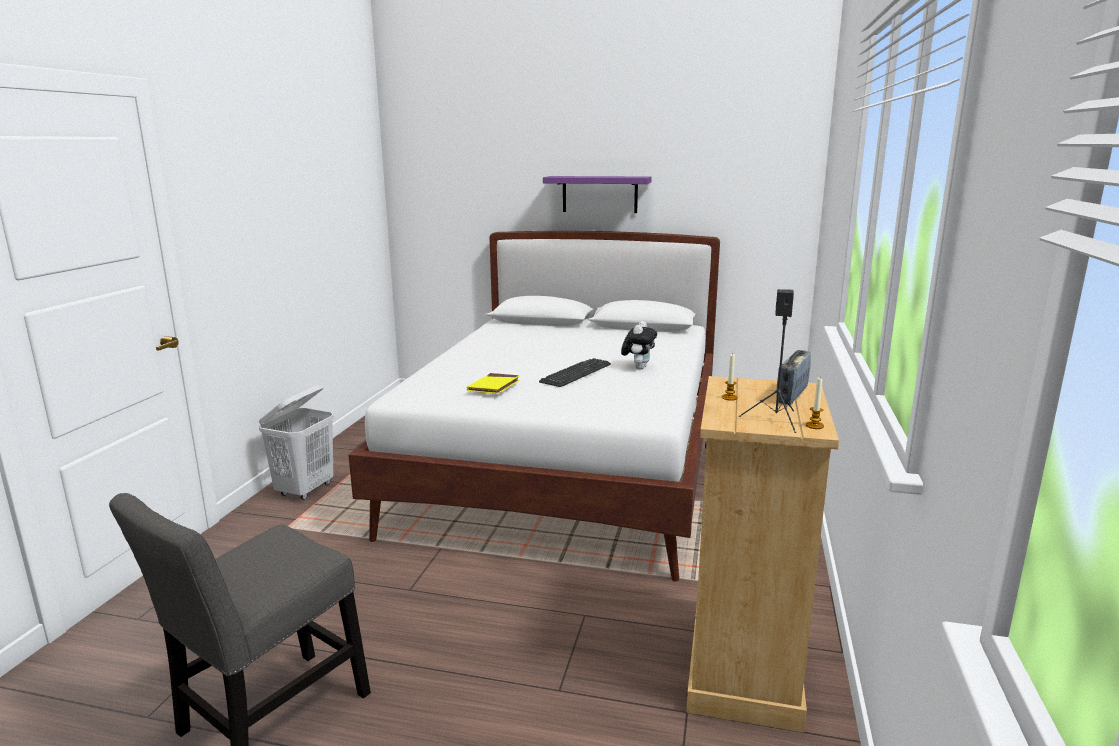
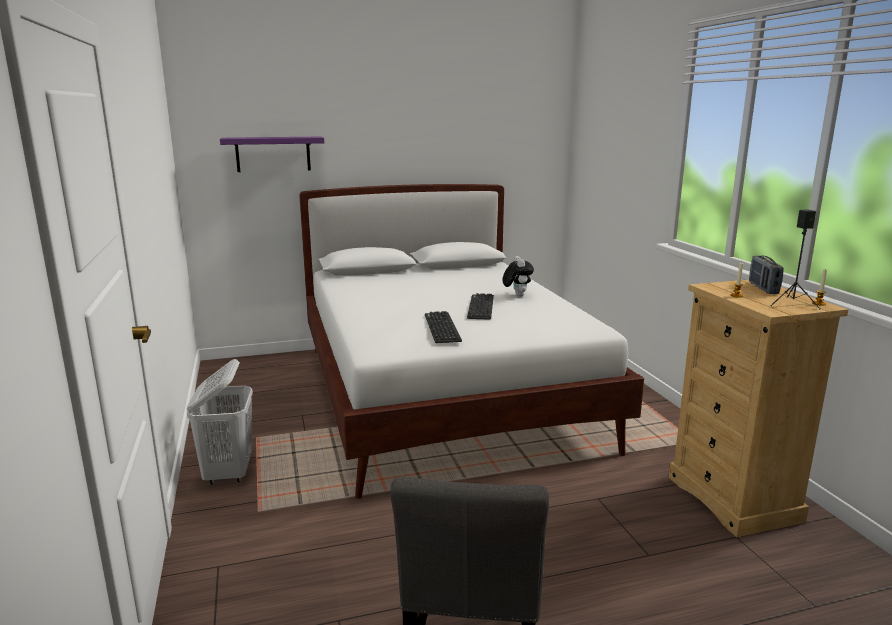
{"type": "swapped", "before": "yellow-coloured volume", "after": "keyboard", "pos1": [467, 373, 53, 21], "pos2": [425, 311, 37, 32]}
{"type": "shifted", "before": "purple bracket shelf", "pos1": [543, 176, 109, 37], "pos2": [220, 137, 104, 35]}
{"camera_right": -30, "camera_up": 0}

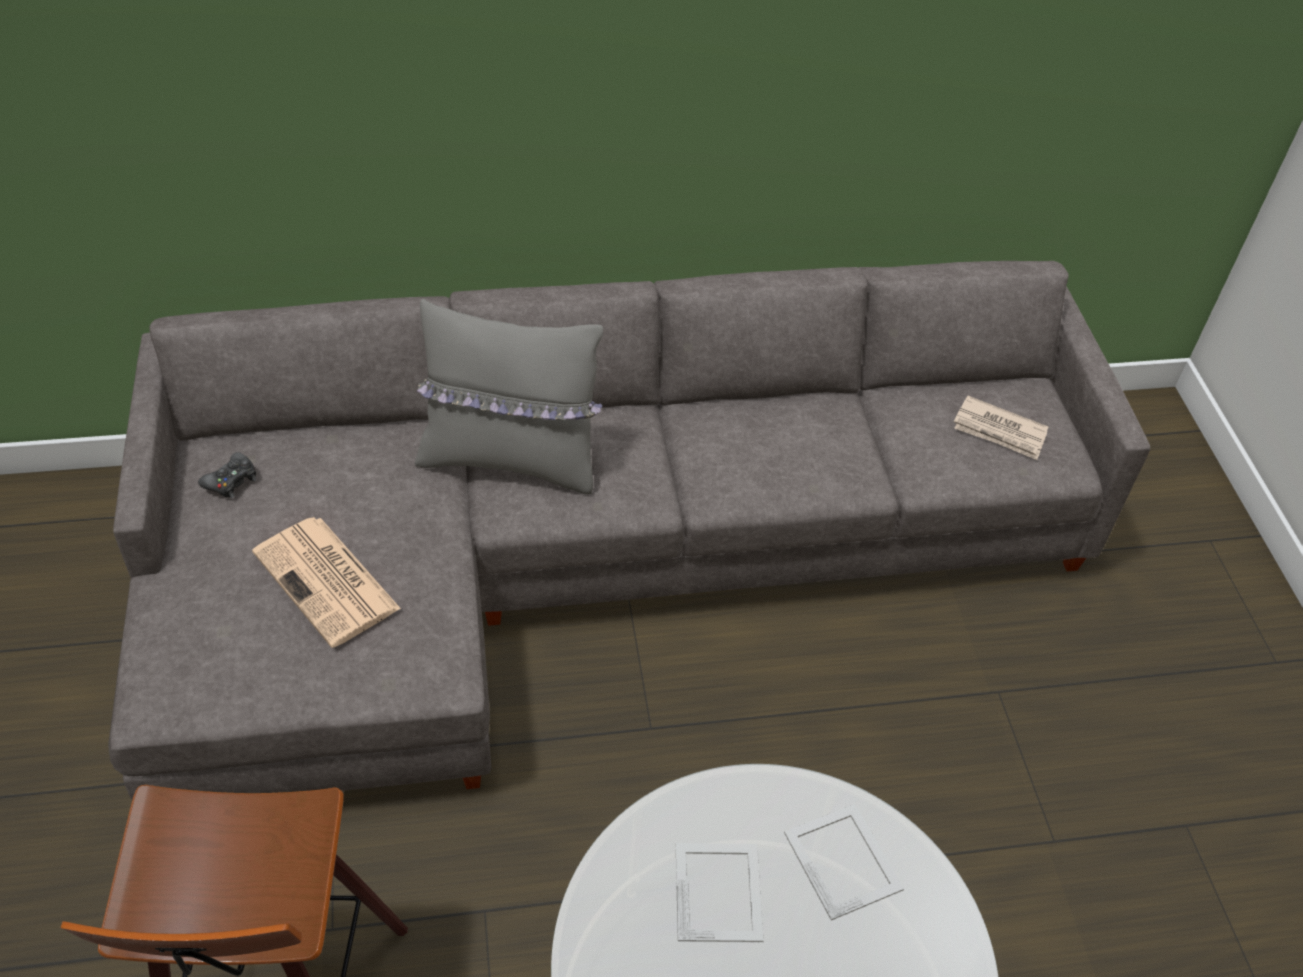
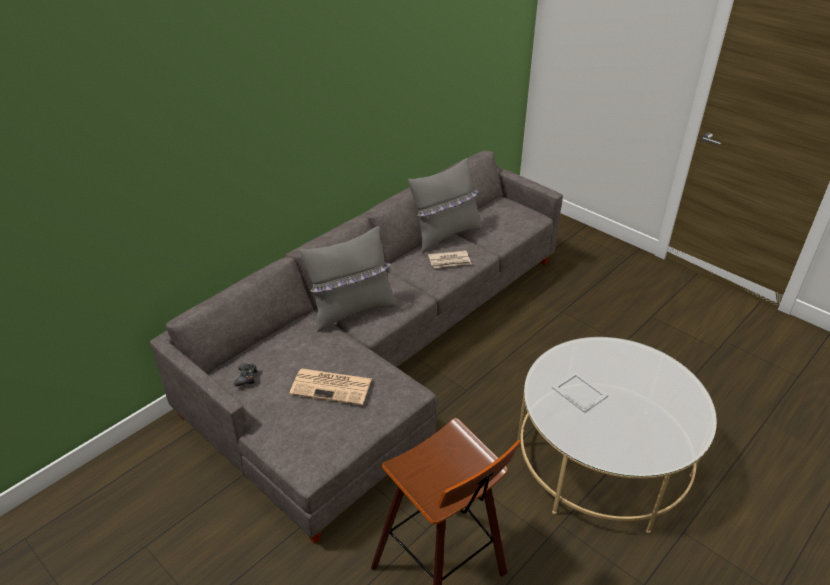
{"type": "gone", "before": "photo frame", "pos1": [784, 804, 120, 116]}
{"type": "shifted", "before": "newspaper", "pos1": [954, 396, 94, 64], "pos2": [428, 250, 44, 18]}
{"type": "new", "after": "greyish pillow", "pos2": [408, 158, 74, 95]}
{"camera_right": -35, "camera_up": -10}

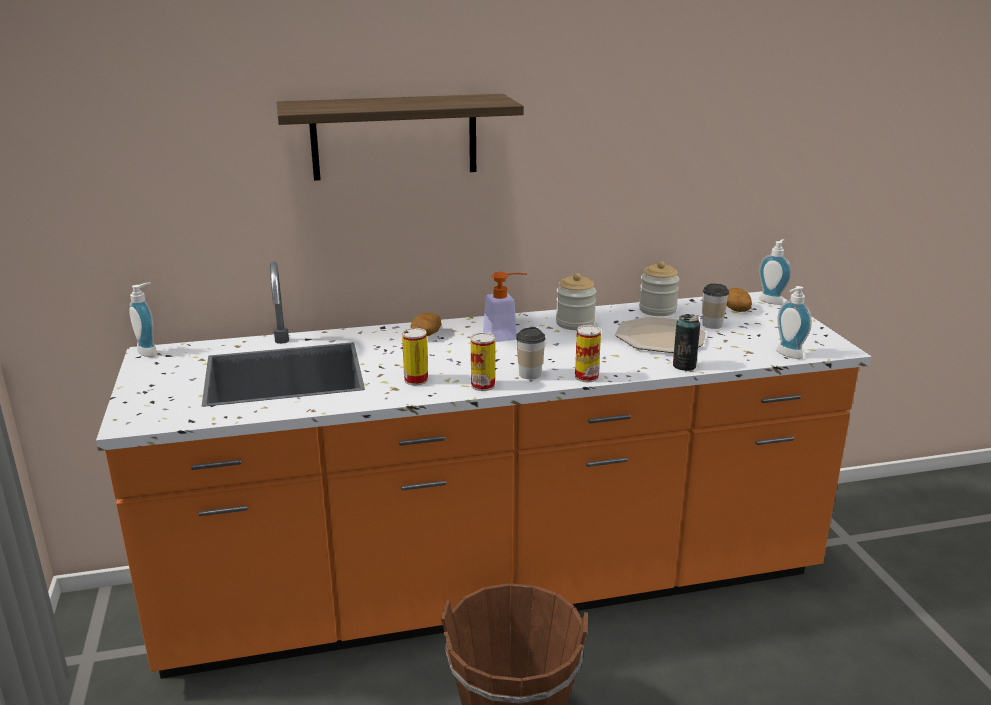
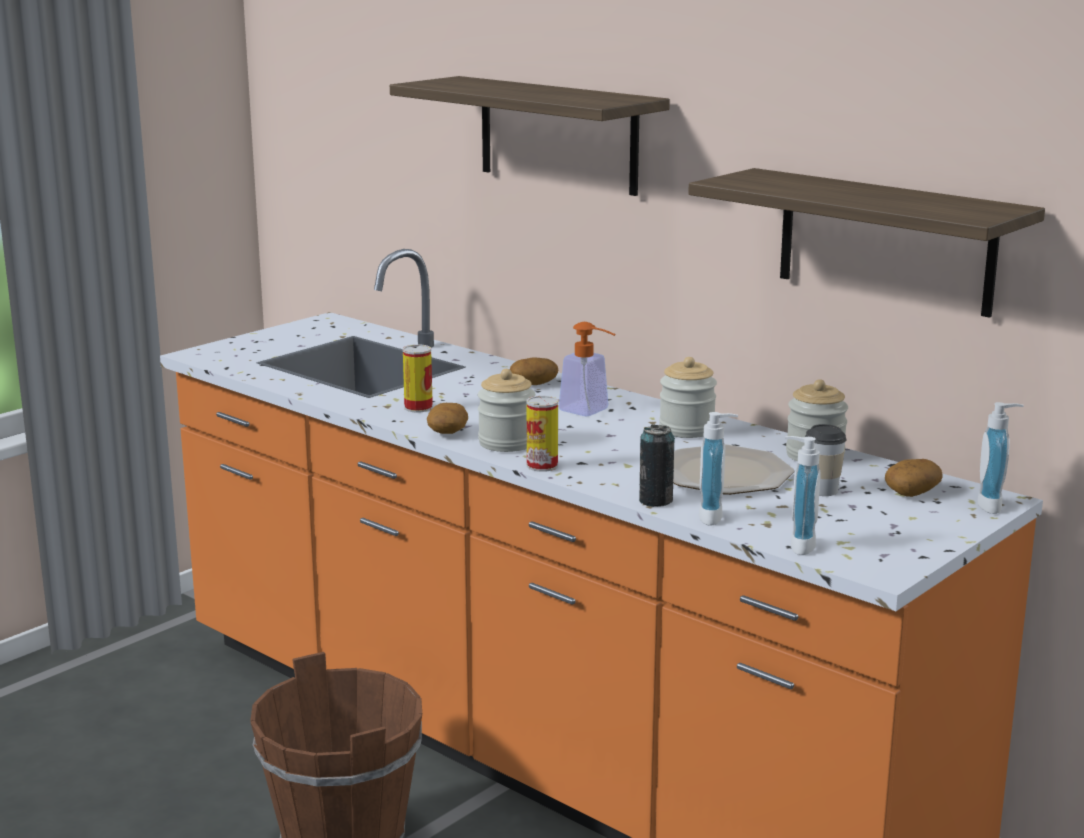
{"type": "shifted", "before": "soap bottle", "pos1": [129, 282, 28, 75], "pos2": [699, 412, 39, 114]}
{"type": "swapped", "before": "metal can", "after": "spud", "pos1": [471, 333, 24, 58], "pos2": [427, 403, 41, 31]}
{"type": "swapped", "before": "drinking cup", "after": "jar", "pos1": [516, 327, 29, 52], "pos2": [478, 369, 57, 83]}
{"type": "new", "after": "bracket shelf", "pos2": [688, 168, 357, 150]}
{"camera_right": 55, "camera_up": -5}

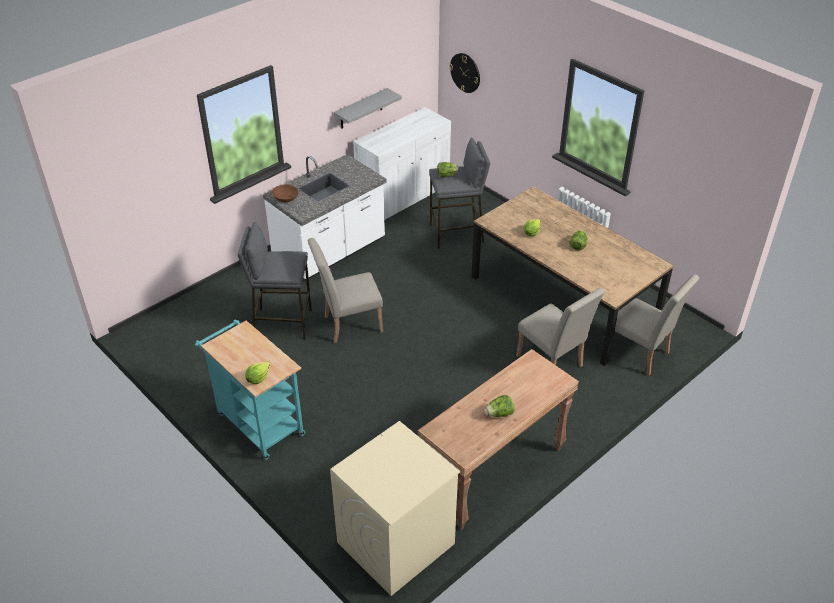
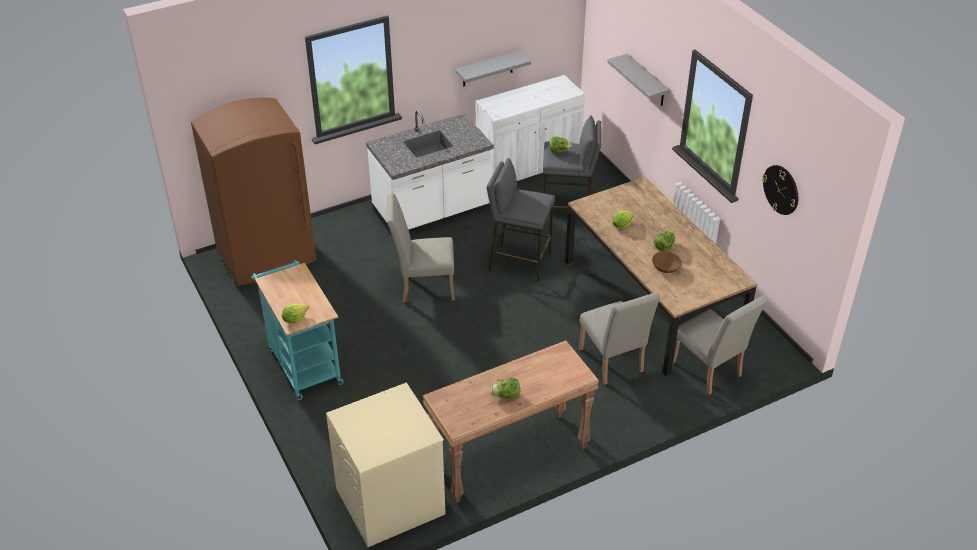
{"type": "shifted", "before": "greyish sitting stool", "pos1": [238, 222, 74, 118], "pos2": [486, 158, 69, 125]}
{"type": "shifted", "before": "brown-coloured serving bowl", "pos1": [272, 184, 26, 19], "pos2": [652, 251, 30, 22]}
{"type": "shifted", "before": "wall clock", "pos1": [449, 53, 31, 40], "pos2": [762, 165, 36, 50]}
{"type": "new", "after": "brown-coloured refrigerator", "pos2": [191, 98, 125, 188]}
{"type": "new", "after": "greyish bracket shelf", "pos2": [607, 54, 63, 52]}
{"camera_right": 15, "camera_up": 0}

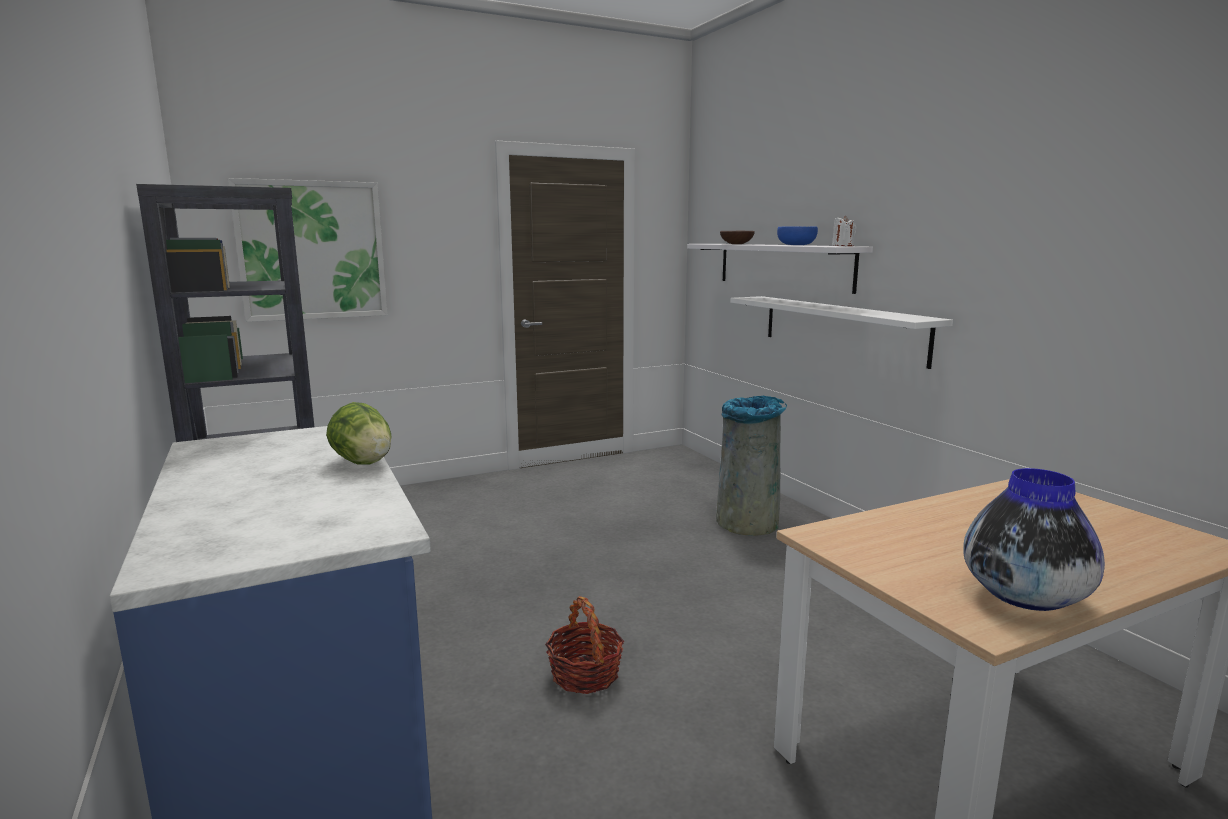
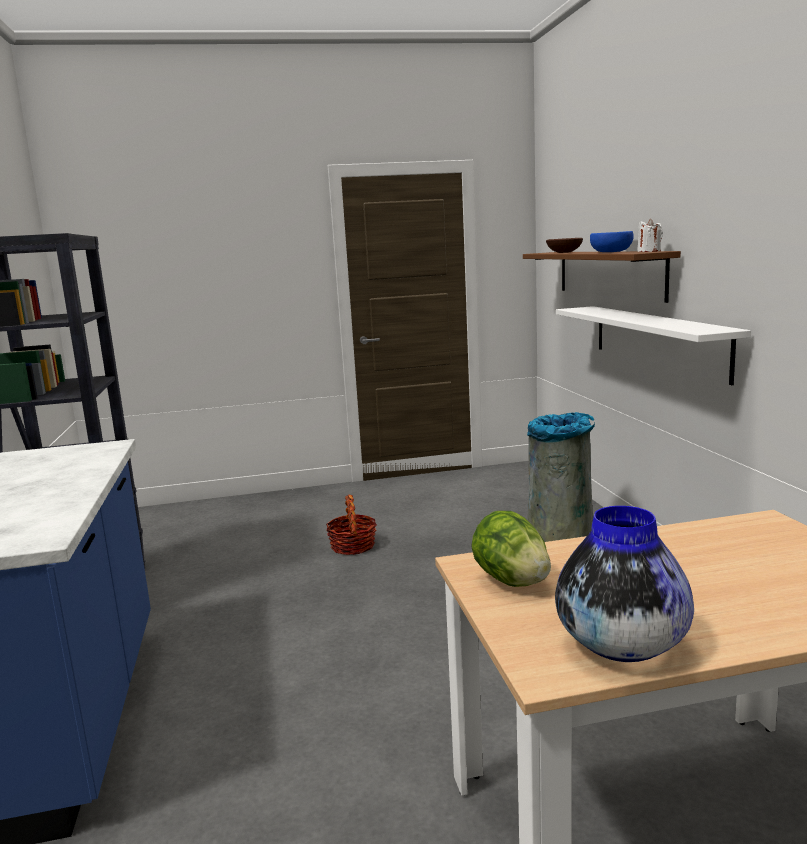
{"type": "gone", "before": "wall picture", "pos1": [228, 178, 160, 144]}
{"type": "shifted", "before": "head of lettuce", "pos1": [326, 402, 65, 63], "pos2": [472, 511, 79, 76]}
{"type": "shifted", "before": "basket", "pos1": [545, 596, 79, 98], "pos2": [326, 495, 51, 60]}
{"type": "repainted", "before": "whitish bracket shelf", "after": "brown-coloured bracket shelf", "pos1": [687, 244, 186, 50], "pos2": [523, 251, 158, 52]}
{"camera_right": 15, "camera_up": 0}

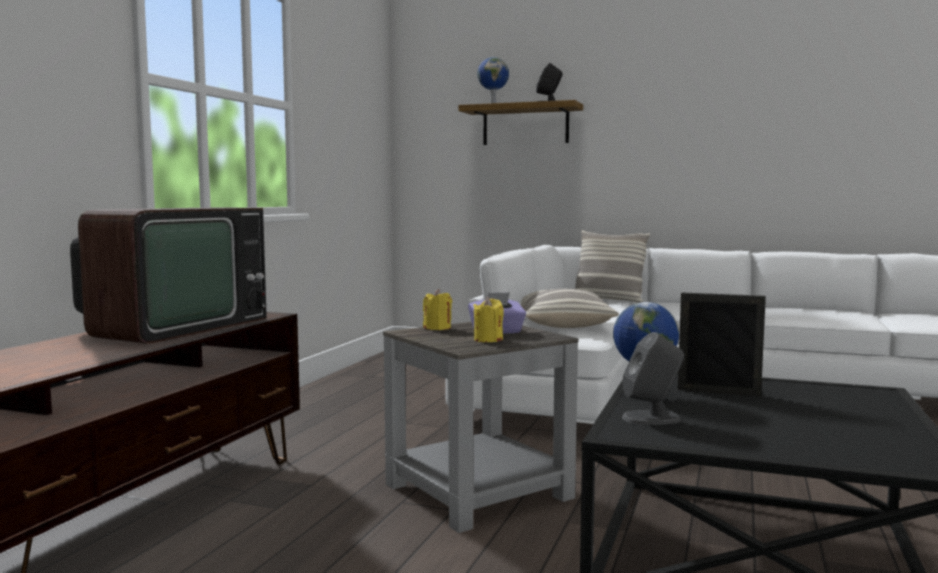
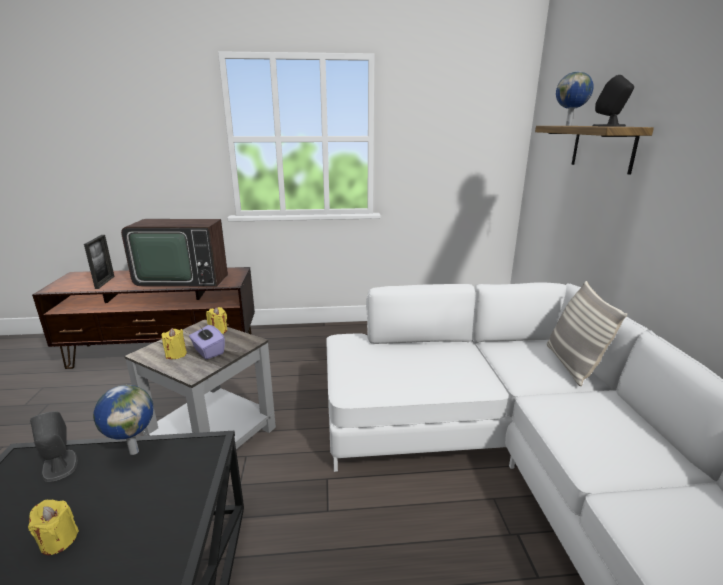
{"type": "gone", "before": "pillow", "pos1": [521, 289, 98, 39]}
{"type": "shifted", "before": "photo frame", "pos1": [678, 292, 88, 104], "pos2": [84, 235, 31, 54]}
{"type": "new", "after": "yellow-coloured wax light", "pos2": [28, 500, 51, 55]}
{"camera_right": 65, "camera_up": 15}

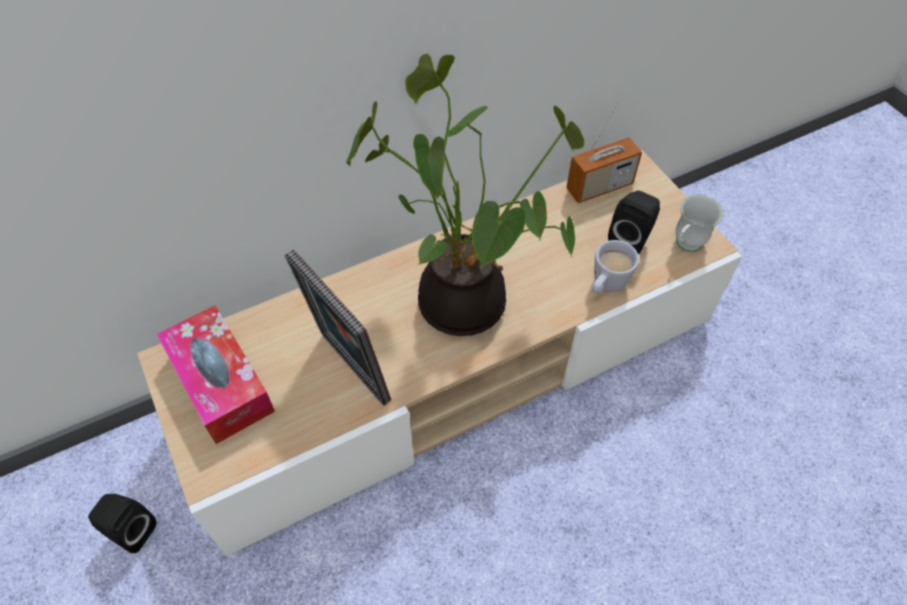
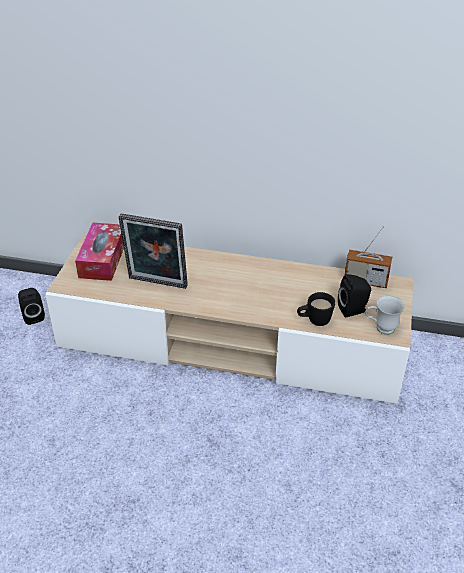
{"type": "rotated", "before": "photo frame", "pos1": [285, 249, 106, 157], "pos2": [119, 213, 69, 76], "turn": -75}
{"type": "gone", "before": "potted plant", "pos1": [346, 54, 238, 282]}
{"type": "repainted", "before": "whitish tea mug", "after": "black tea mug", "pos1": [592, 240, 47, 54], "pos2": [297, 292, 38, 34]}
{"camera_right": 40, "camera_up": -15}

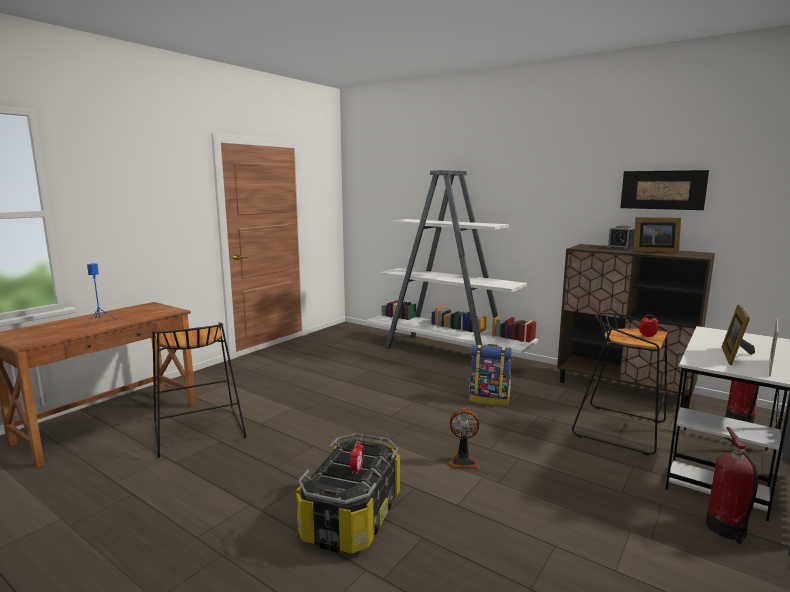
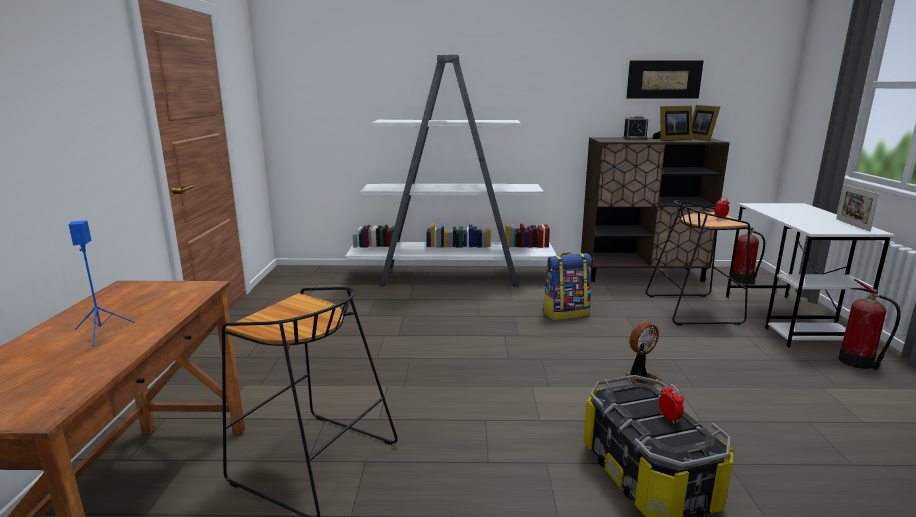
{"type": "shifted", "before": "photo frame", "pos1": [722, 304, 33, 61], "pos2": [692, 105, 28, 36]}
{"camera_right": -35, "camera_up": 5}

